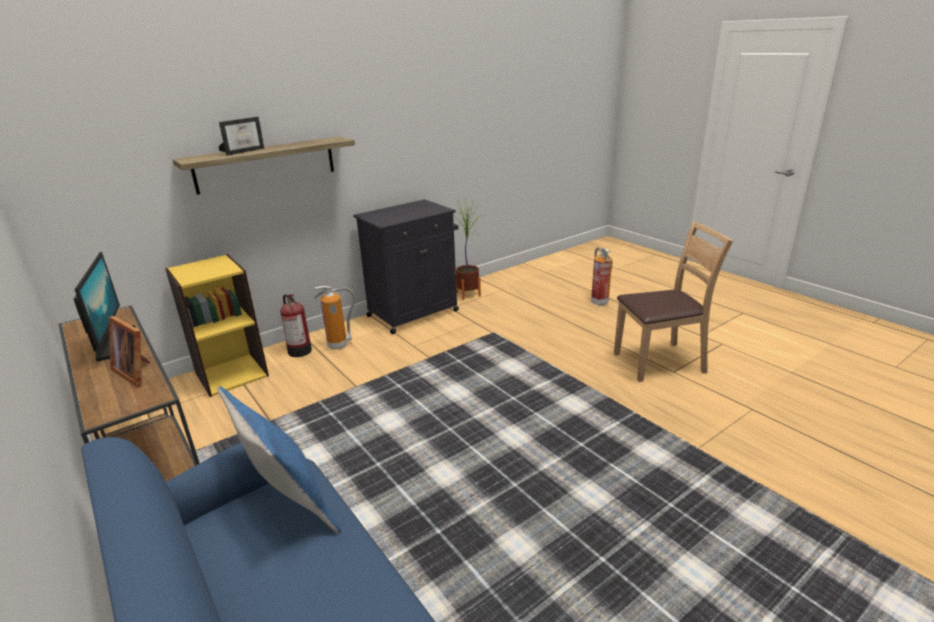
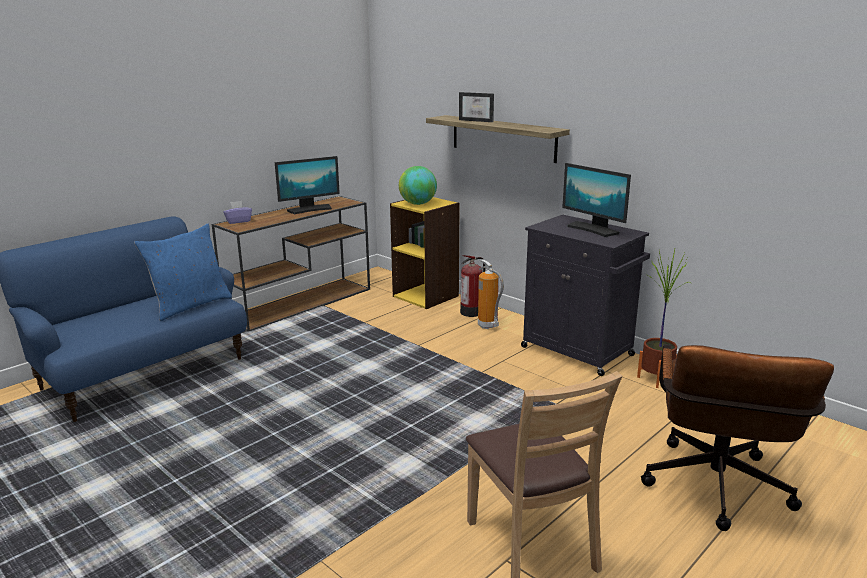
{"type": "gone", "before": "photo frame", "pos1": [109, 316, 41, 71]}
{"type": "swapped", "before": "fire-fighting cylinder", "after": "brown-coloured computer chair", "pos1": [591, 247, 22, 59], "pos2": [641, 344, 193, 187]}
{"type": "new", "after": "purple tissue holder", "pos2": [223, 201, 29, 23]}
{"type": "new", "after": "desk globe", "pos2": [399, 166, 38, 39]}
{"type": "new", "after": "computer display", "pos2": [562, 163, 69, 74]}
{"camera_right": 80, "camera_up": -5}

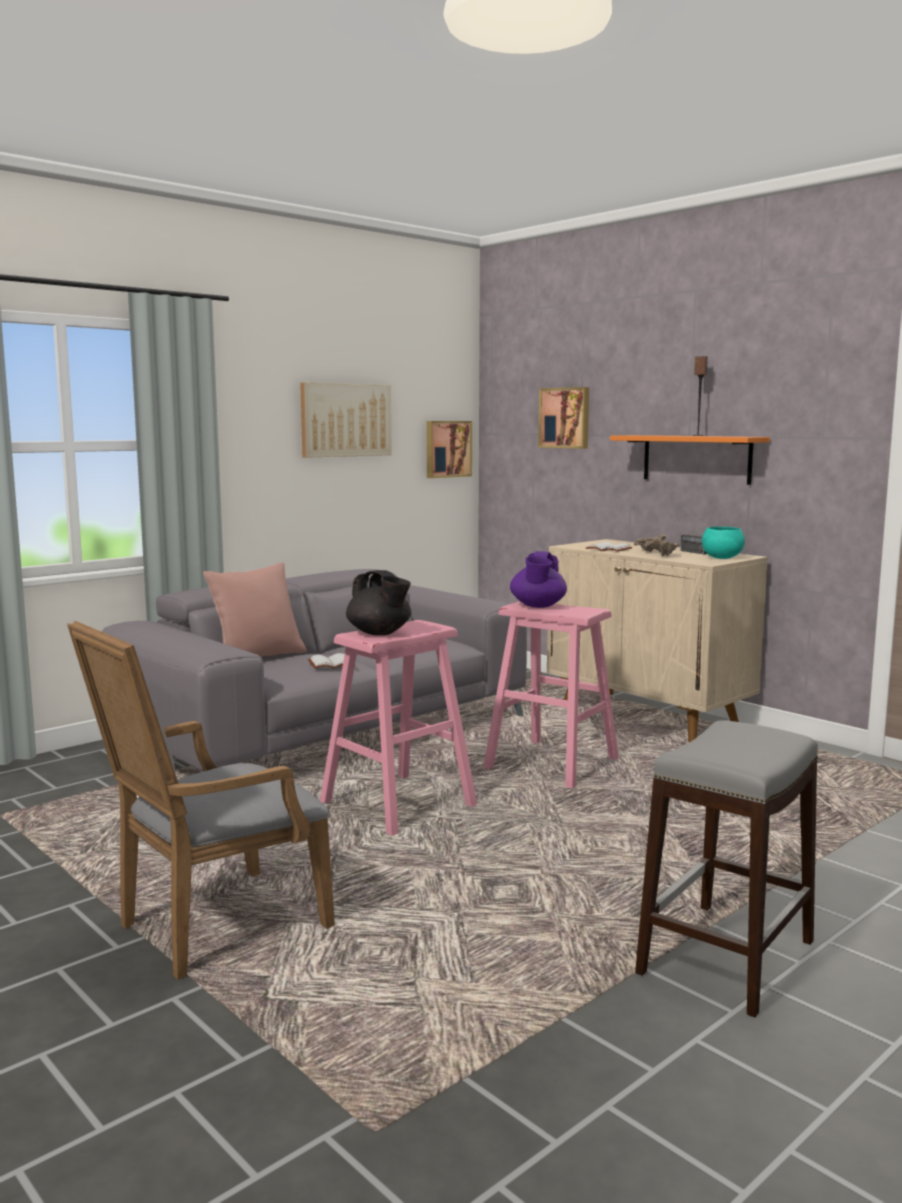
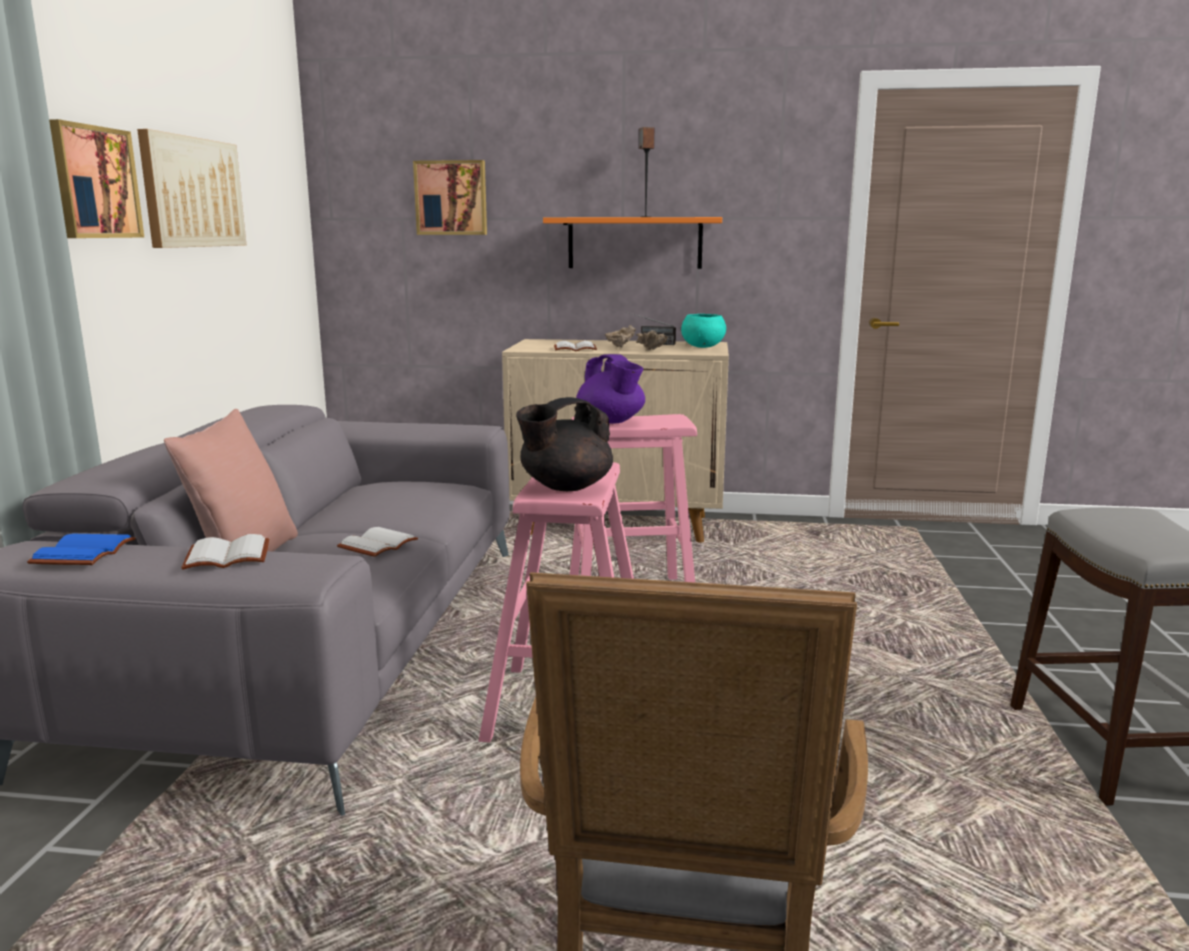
{"type": "rotated", "before": "black teapot", "pos1": [346, 570, 65, 65], "pos2": [516, 397, 97, 94], "turn": 135}
{"type": "shifted", "before": "wall picture", "pos1": [427, 421, 45, 57], "pos2": [49, 119, 95, 119]}
{"type": "new", "after": "bluish volume", "pos2": [27, 534, 108, 31]}
{"type": "new", "after": "whitish volume", "pos2": [181, 534, 88, 36]}
{"camera_right": -40, "camera_up": 5}

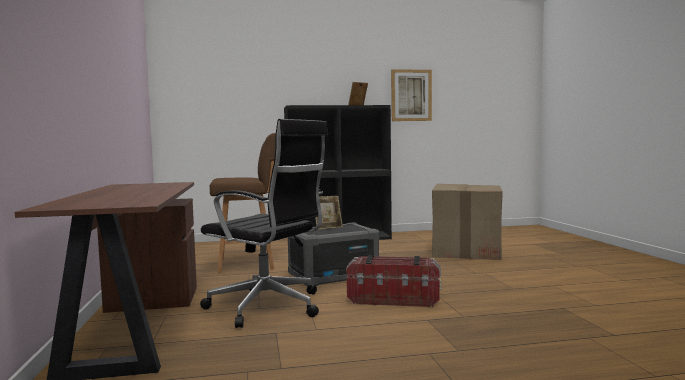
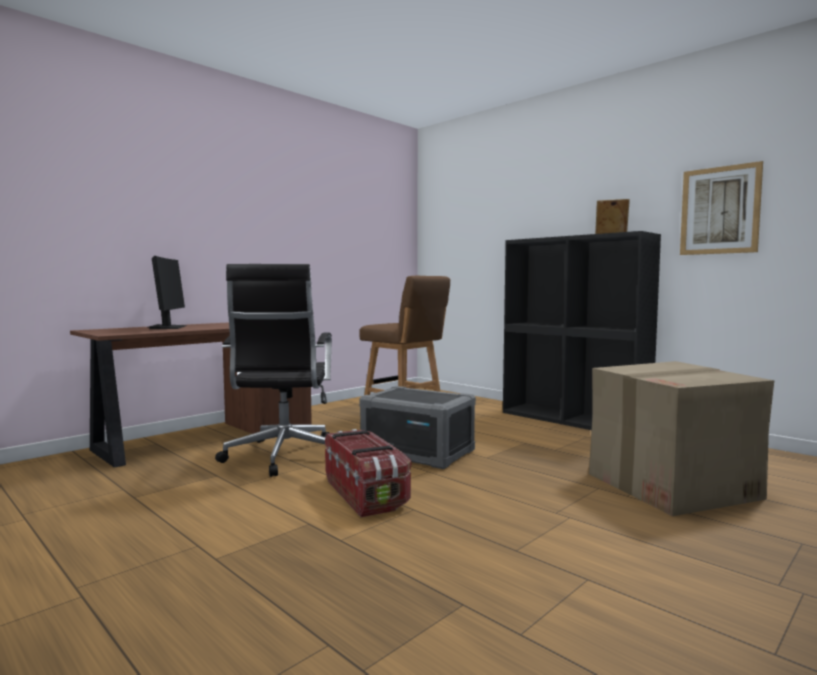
{"type": "gone", "before": "photo frame", "pos1": [315, 196, 28, 34]}
{"type": "new", "after": "computer display", "pos2": [149, 256, 38, 73]}
{"camera_right": 55, "camera_up": 0}

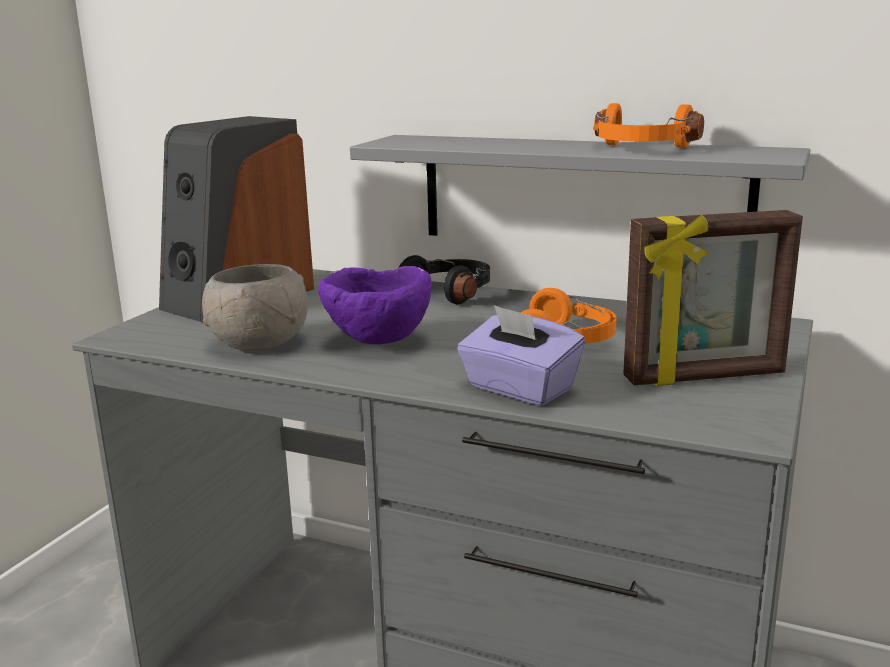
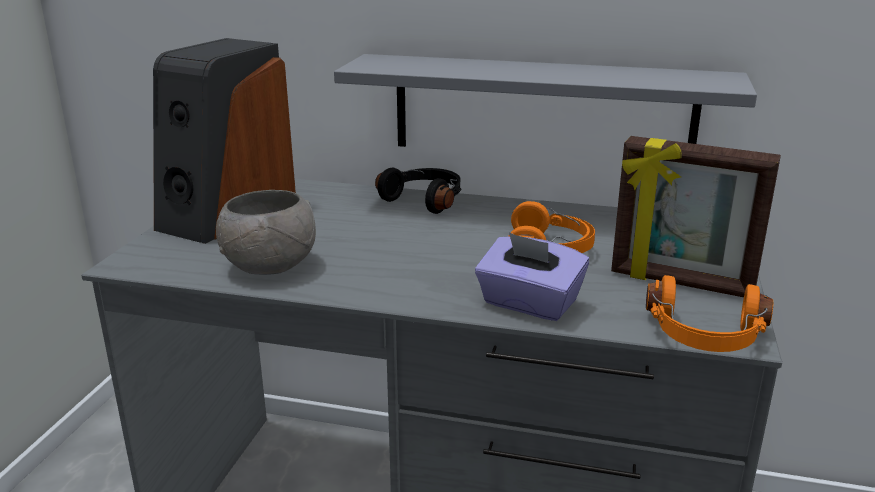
{"type": "gone", "before": "purple serving bowl", "pos1": [318, 266, 114, 78]}
{"type": "shifted", "before": "orange headset", "pos1": [593, 103, 111, 45], "pos2": [646, 275, 127, 77]}
{"type": "rotated", "before": "photo frame", "pos1": [623, 210, 180, 176], "pos2": [611, 136, 170, 161], "turn": 45}
{"camera_right": -10, "camera_up": 5}

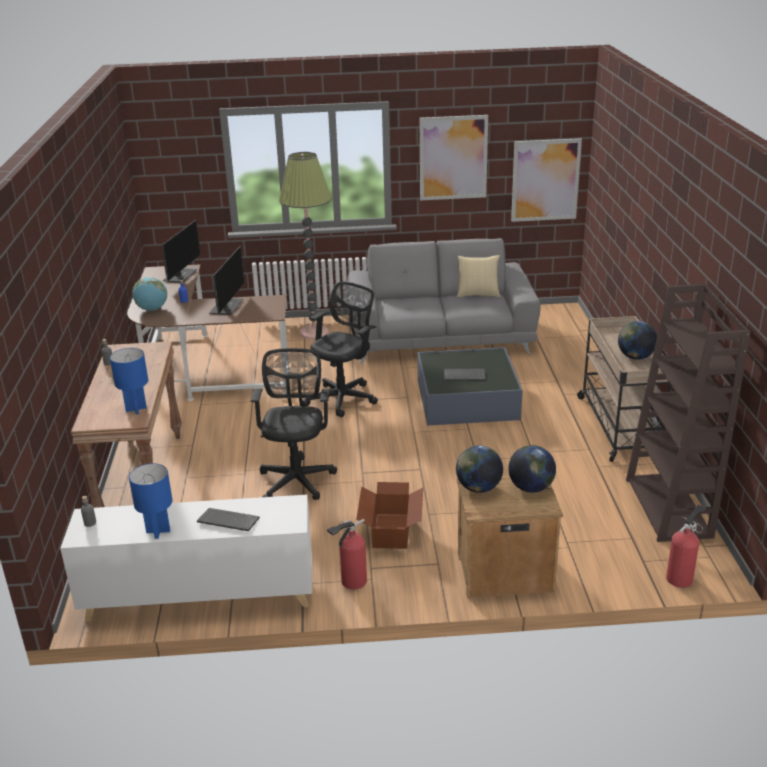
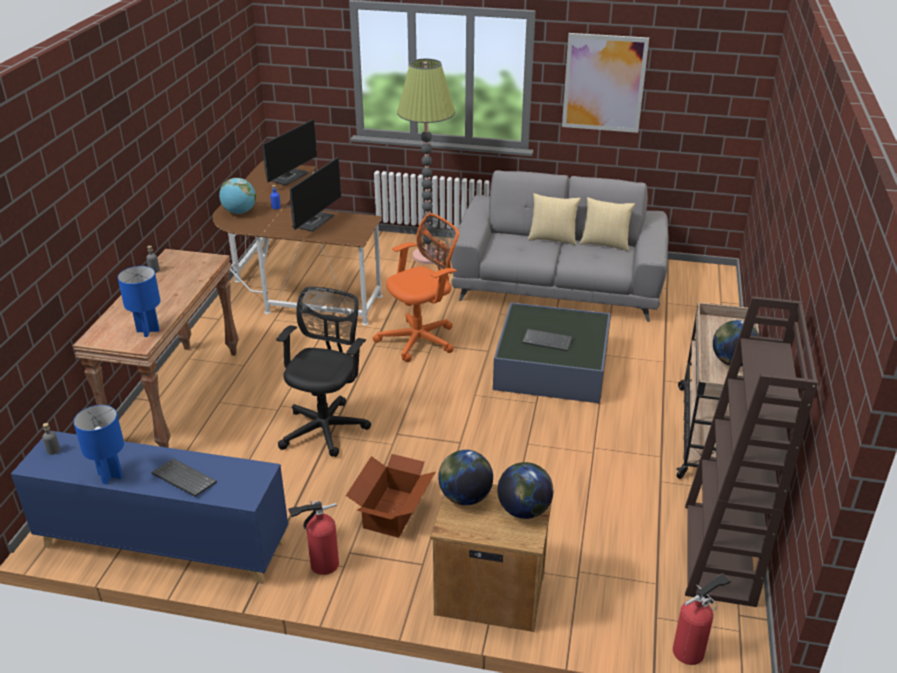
{"type": "repainted", "before": "whitish cupboard", "after": "bluish cupboard", "pos1": [60, 495, 252, 127], "pos2": [11, 431, 277, 153]}
{"type": "repainted", "before": "black computer chair", "after": "orange computer chair", "pos1": [302, 281, 76, 136], "pos2": [373, 213, 86, 149]}
{"type": "gone", "before": "wall picture", "pos1": [511, 138, 71, 84]}
{"type": "new", "after": "pillow", "pos2": [528, 193, 53, 52]}
{"camera_right": 15, "camera_up": 5}

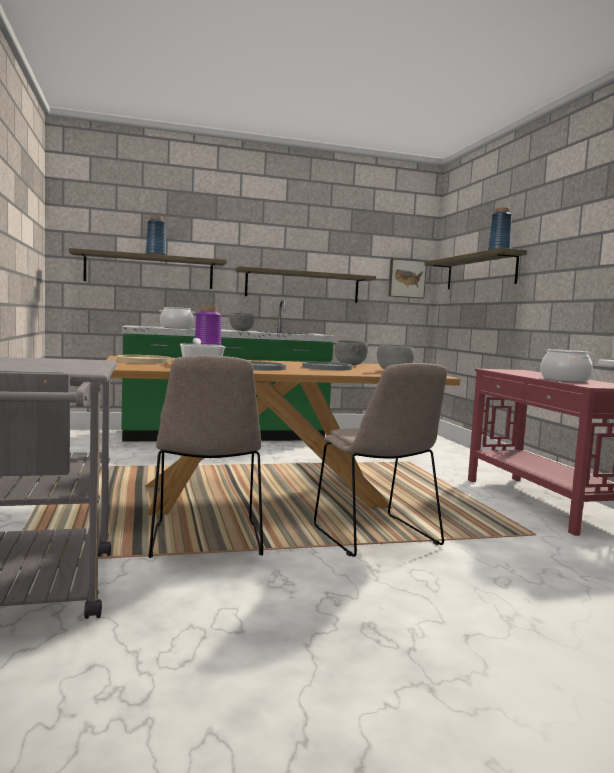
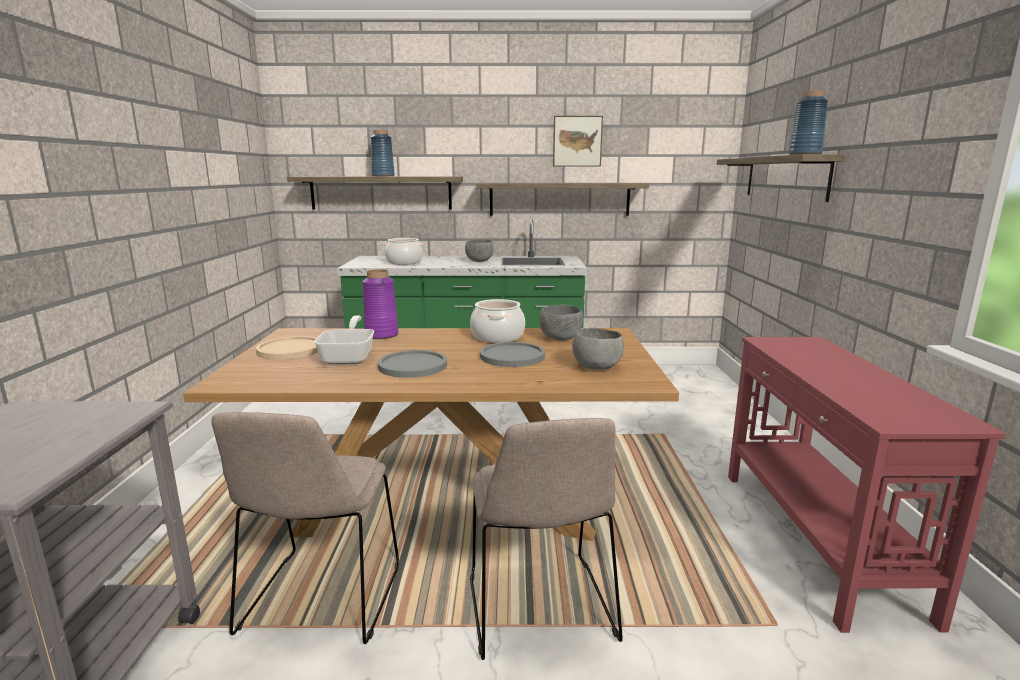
{"type": "shifted", "before": "wall picture", "pos1": [389, 258, 38, 40], "pos2": [553, 116, 50, 51]}
{"type": "shifted", "before": "cooking pot", "pos1": [540, 349, 53, 33], "pos2": [470, 299, 55, 44]}
{"camera_right": 15, "camera_up": 10}

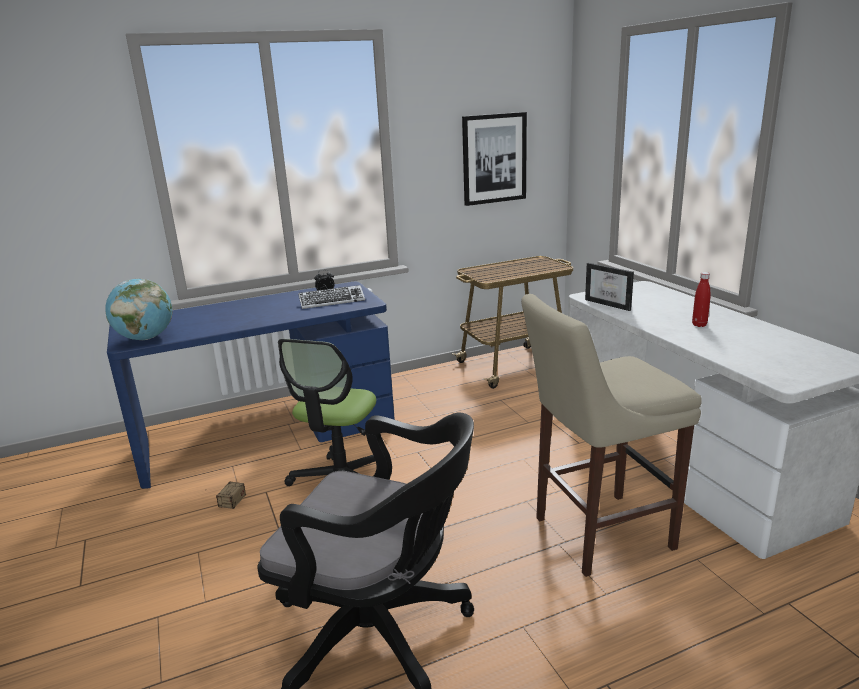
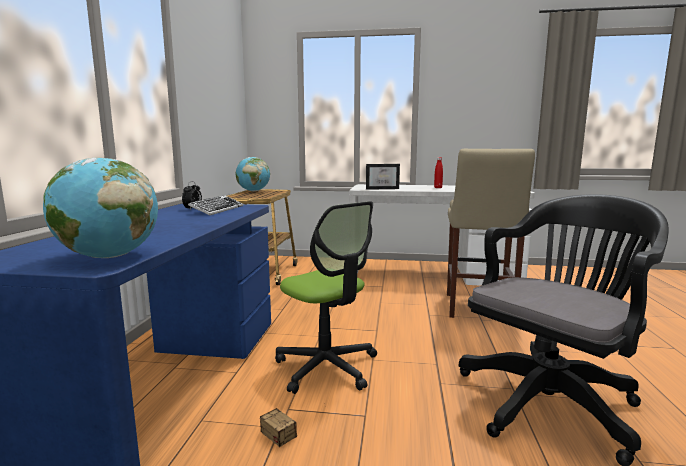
{"type": "gone", "before": "wall picture", "pos1": [462, 112, 65, 94]}
{"type": "new", "after": "desk globe", "pos2": [236, 157, 34, 34]}
{"camera_right": -60, "camera_up": -10}

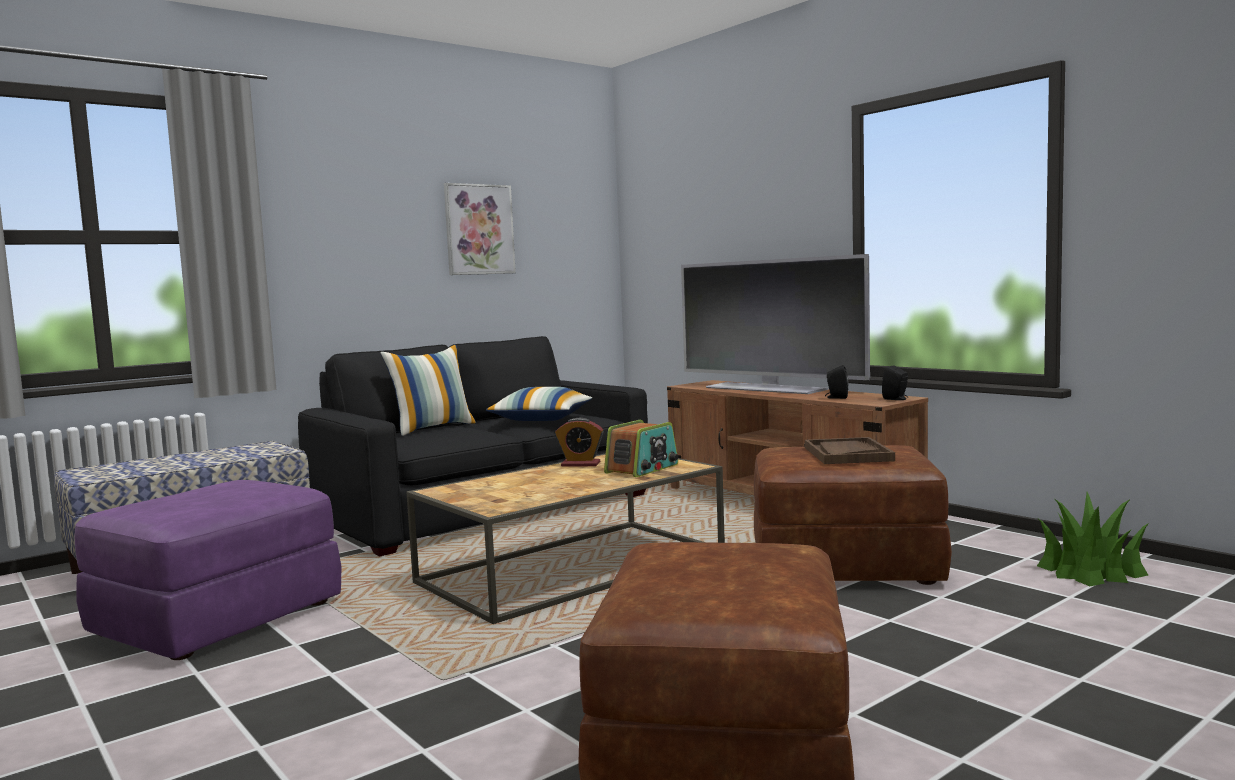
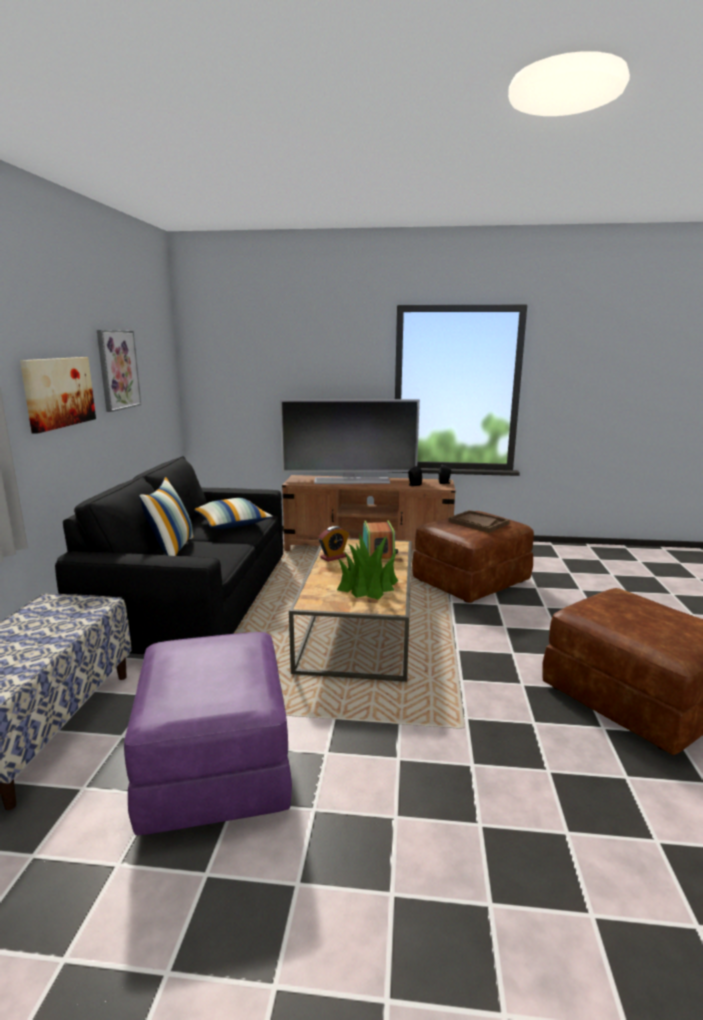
{"type": "shifted", "before": "potted plant", "pos1": [1037, 492, 112, 94], "pos2": [337, 533, 61, 67]}
{"type": "new", "after": "wall picture", "pos2": [20, 357, 76, 77]}
{"camera_right": -45, "camera_up": 10}

